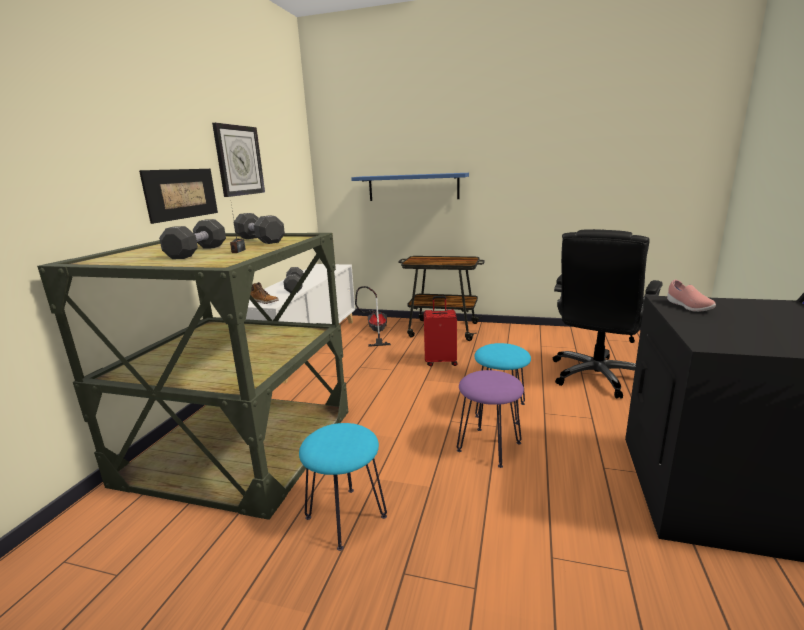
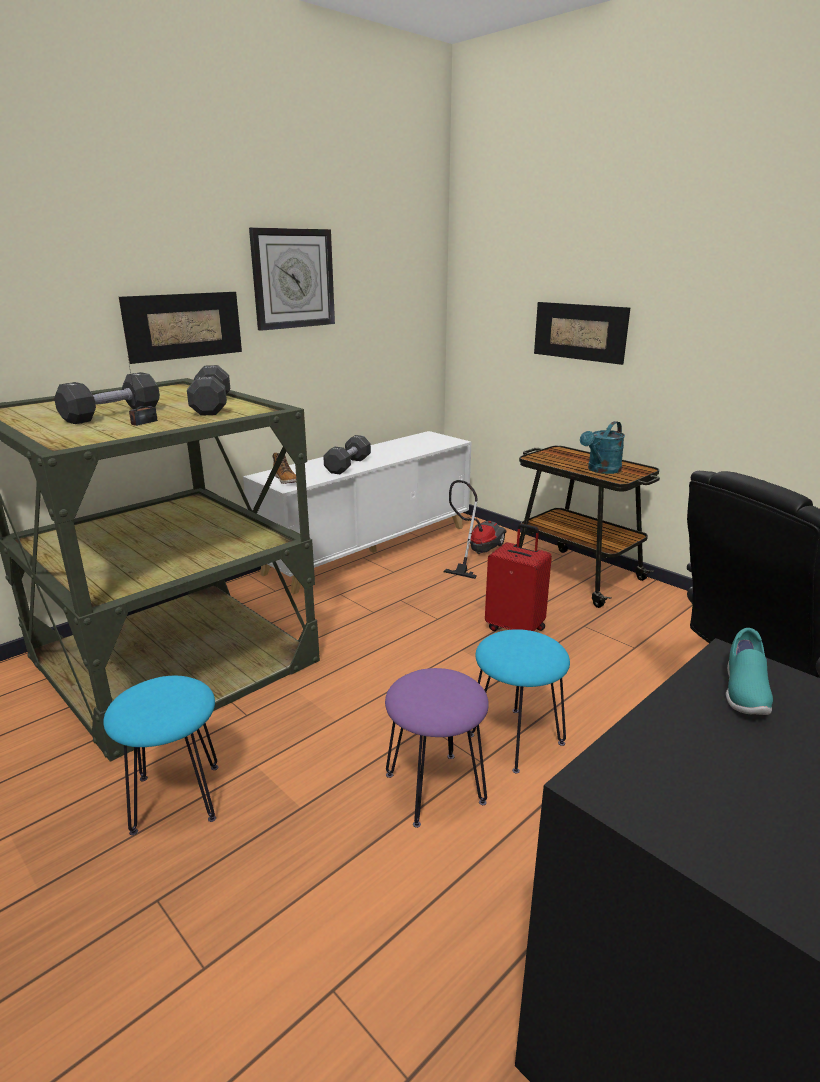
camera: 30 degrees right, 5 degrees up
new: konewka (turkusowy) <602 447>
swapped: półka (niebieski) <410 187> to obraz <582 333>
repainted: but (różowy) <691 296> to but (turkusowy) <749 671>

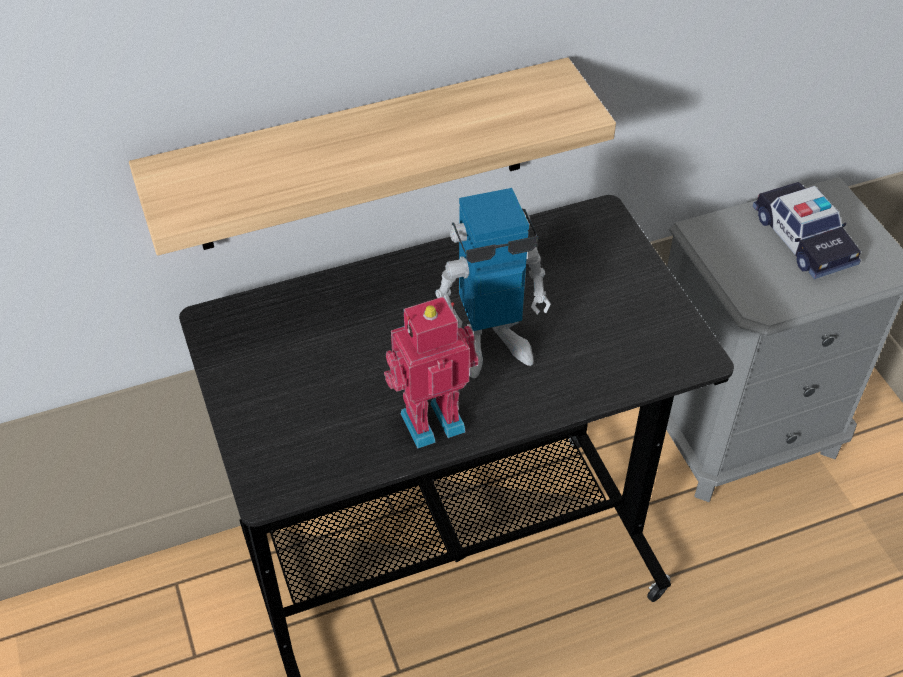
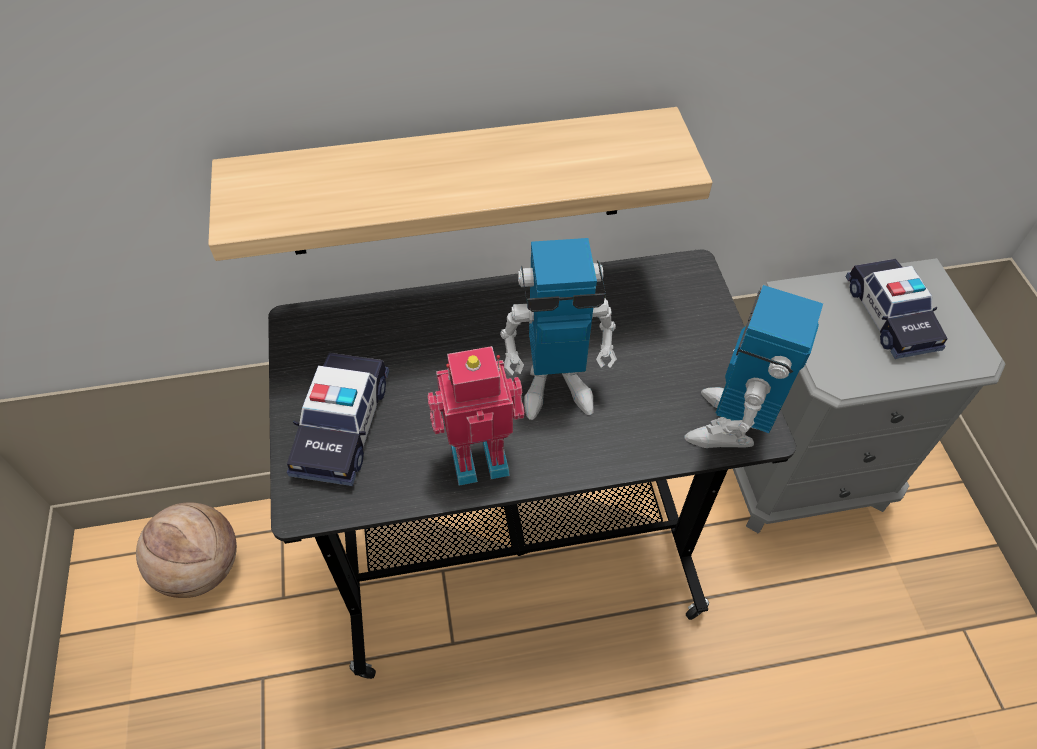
camera: 10 degrees right, 5 degrees up
new: robot zabawkowy <753 366>; samochodzik <338 419>; piłka do koszykówki <186 550>

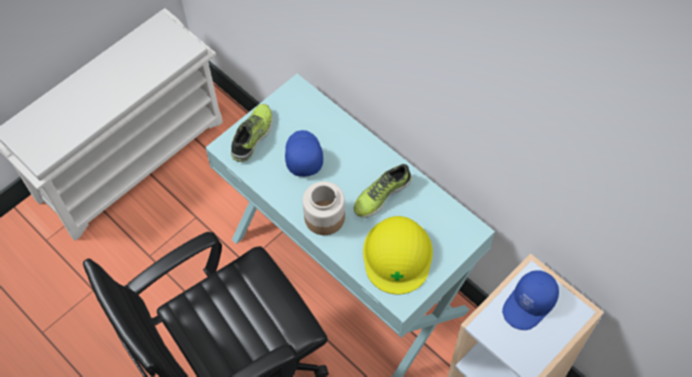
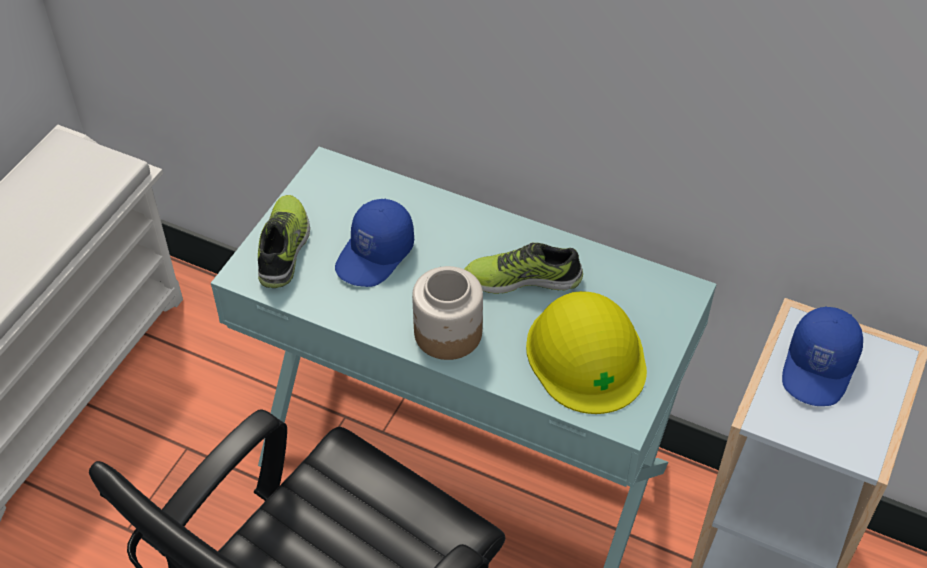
camera: 20 degrees left, 10 degrees down
rotated: czapka z daszkiem (niebieski) <304 153> = <374 243> 120 degrees counterclockwise; but <383 191> = <523 268> 60 degrees clockwise

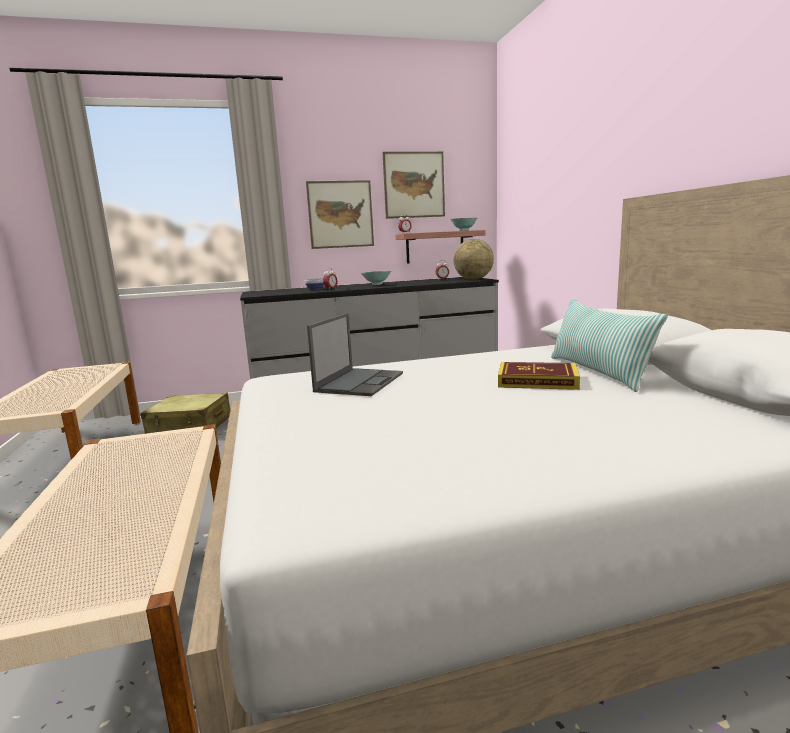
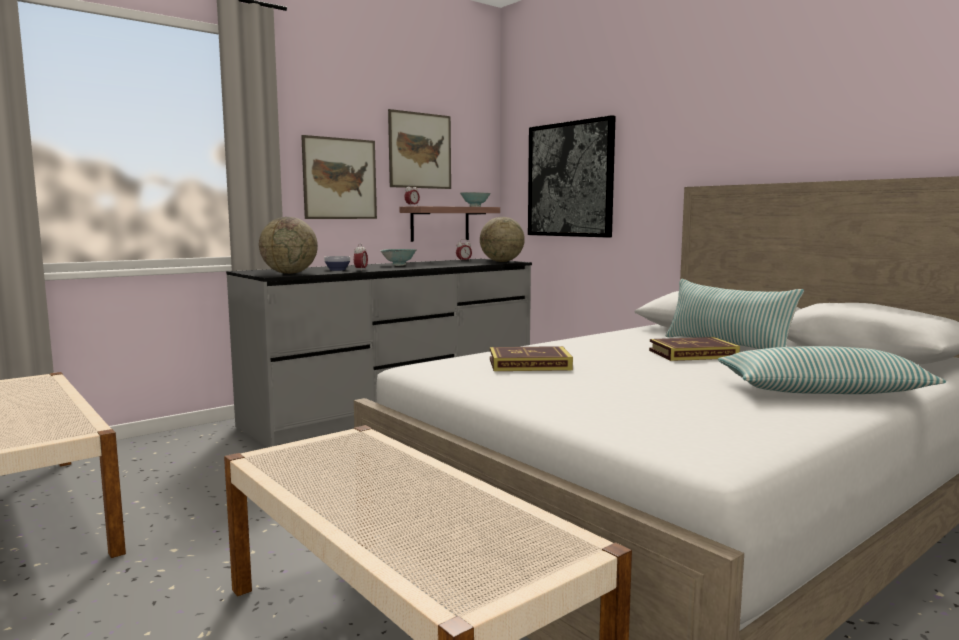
camera: 25 degrees left, 5 degrees down
gone: walizka (beżowy) <185 413>
new: obraz <572 176>; globus <288 245>; poduszka <832 370>
swapped: laptop <355 354> to książka <531 358>

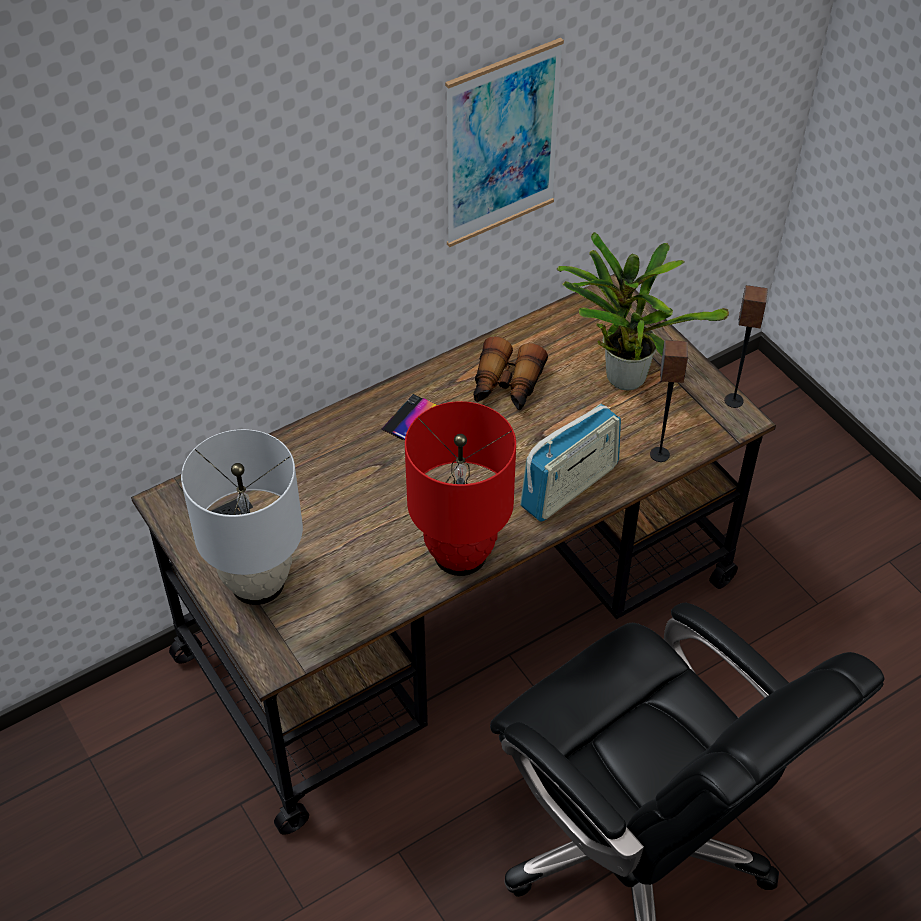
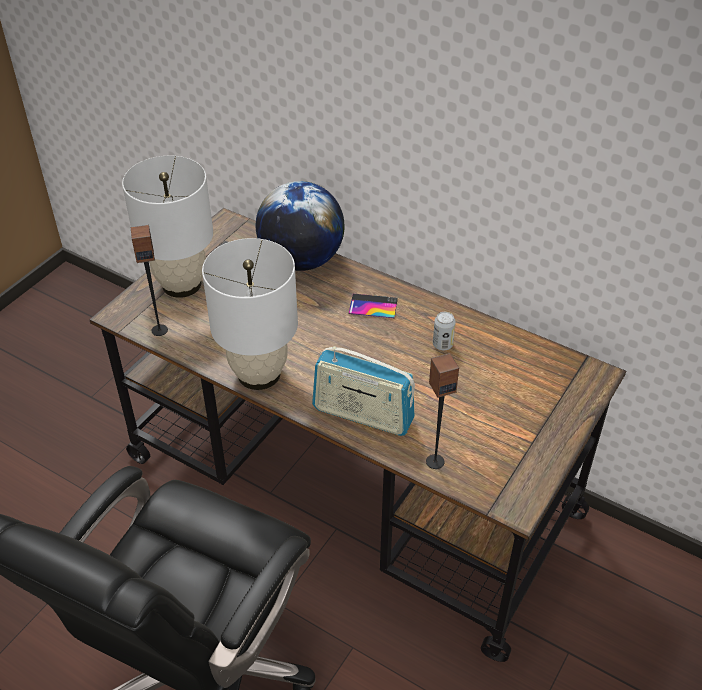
camera: 65 degrees right, 5 degrees down
gone: obraz <504 142>; roślina doniczkowa <643 311>
new: globus <300 226>
shifted: głośnik <746 346> to <149 280>
swapped: lornetka <510 373> to puszka <444 331>
repainted: lampa stołowa (czerwony) <460 488> to lampa stołowa (biały) <250 314>

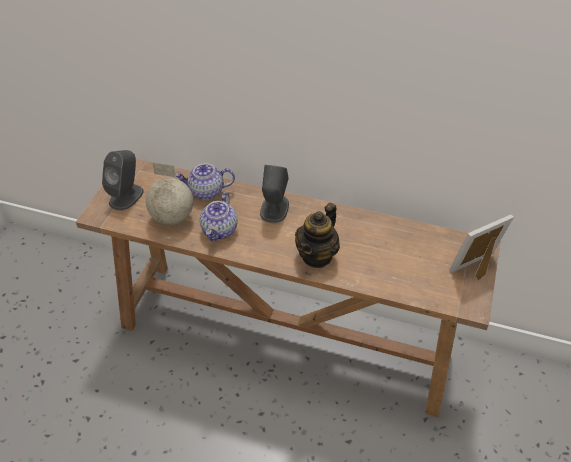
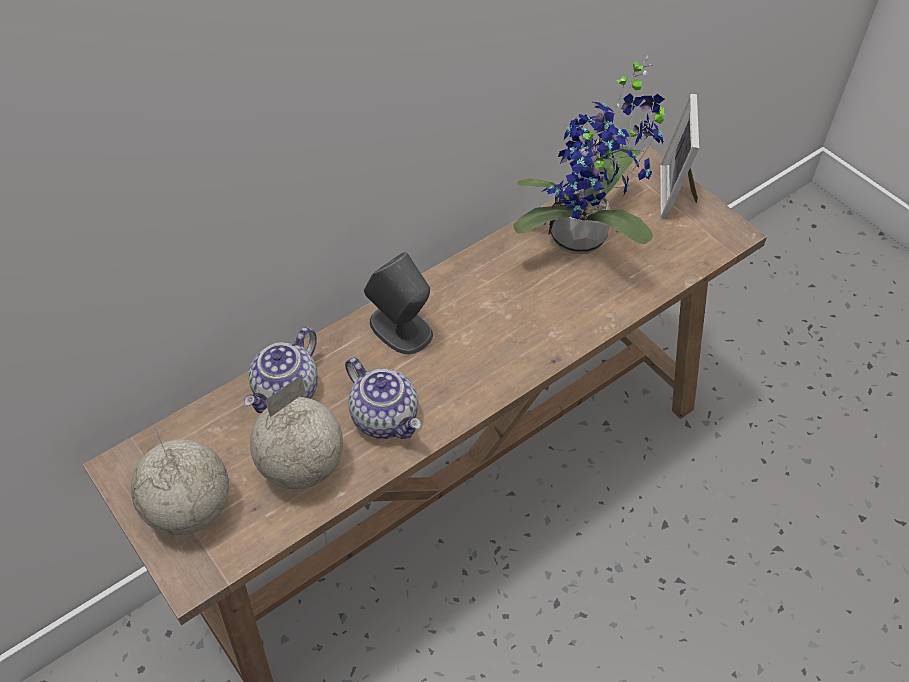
camera: 55 degrees left, 5 degrees up
gone: imbryk <317 235>
new: roślina doniczkowa <589 154>
swapped: głośnik (szary) <122 180> to globus <180 479>

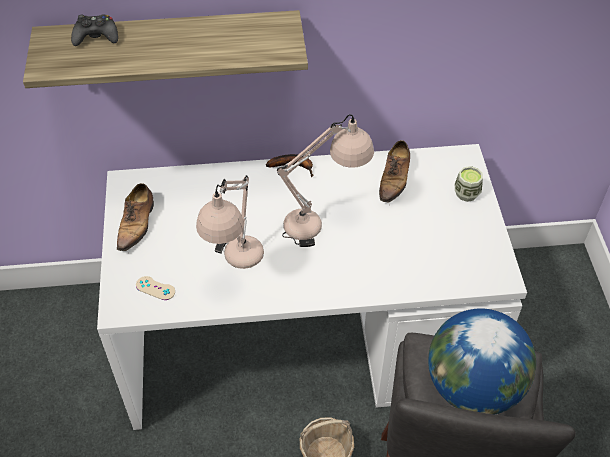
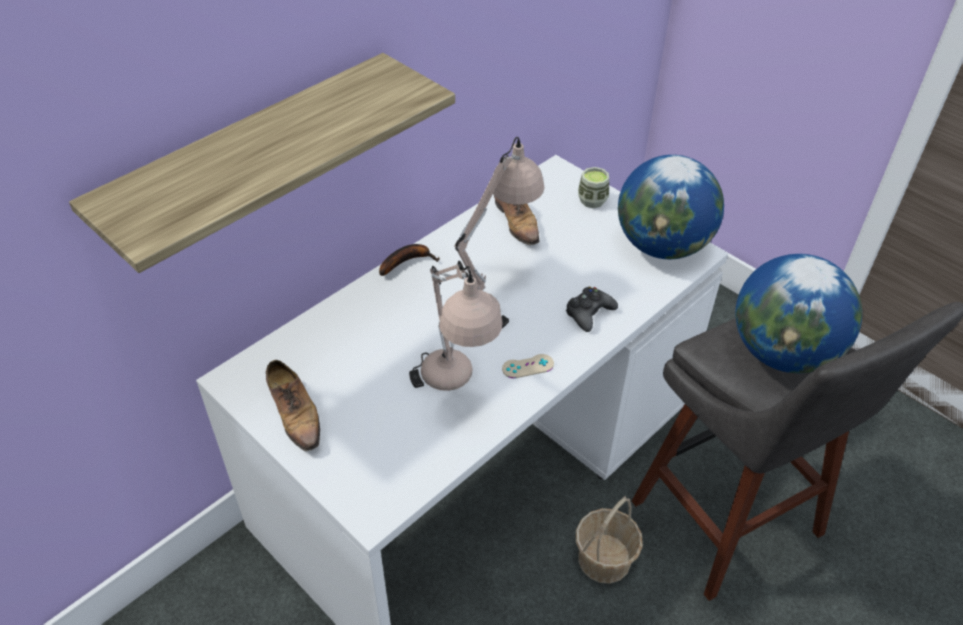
camera: 40 degrees left, 5 degrees down
new: globus <671 207>
shifted: pad do gier (czarny) <94 30> to <592 309>; pad do gier (beżowy) <155 288> to <528 366>

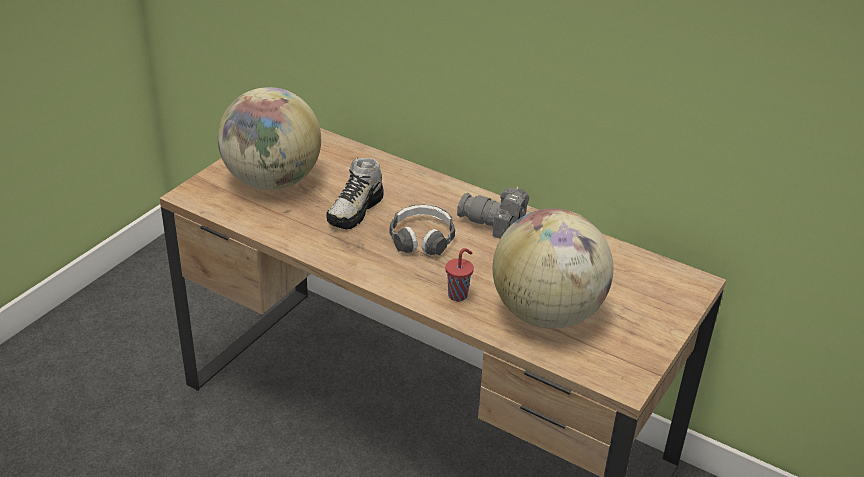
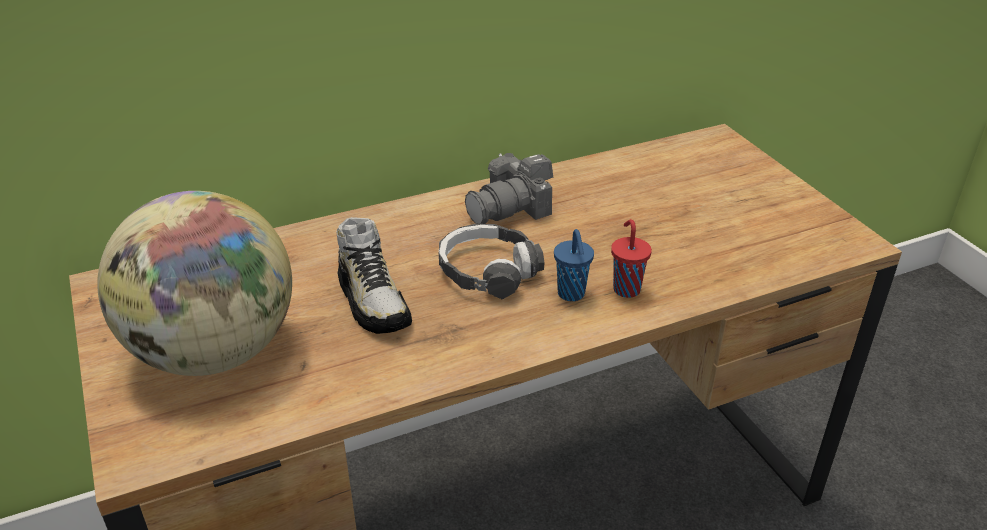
camera: 55 degrees left, 0 degrees up
gone: globus <553 268>
new: filiżanka (niebieski) <574 265>

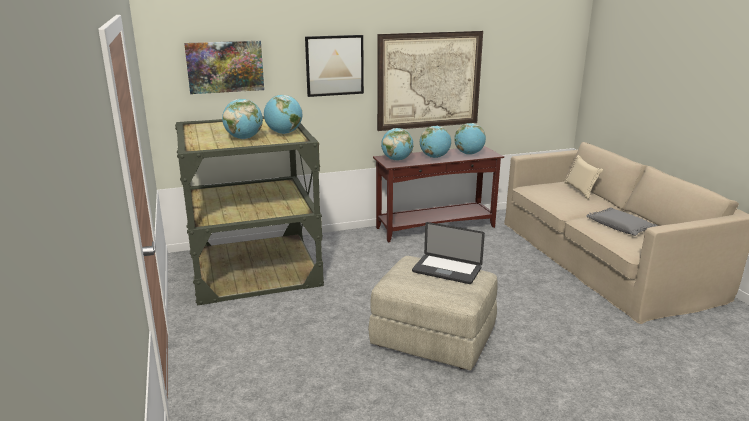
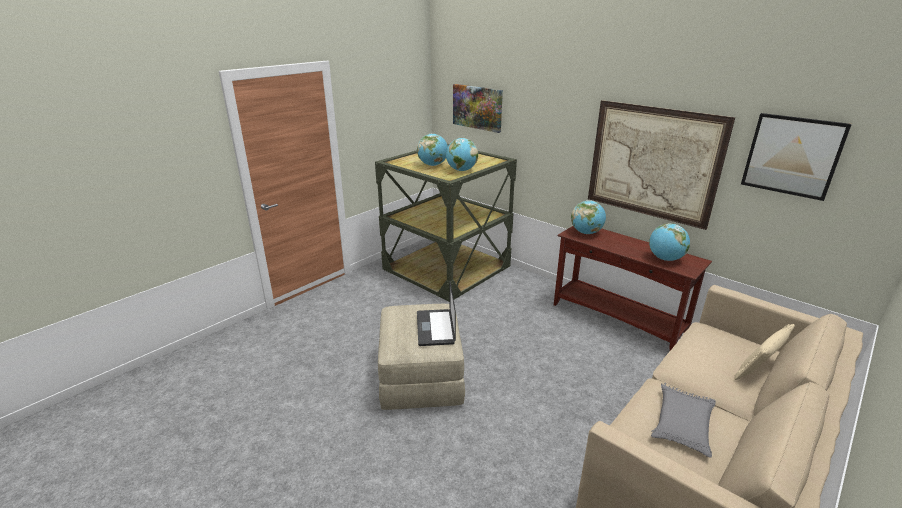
camera: 60 degrees right, 5 degrees up
gone: globus <435 142>
shifted: obraz <334 66> to <796 157>

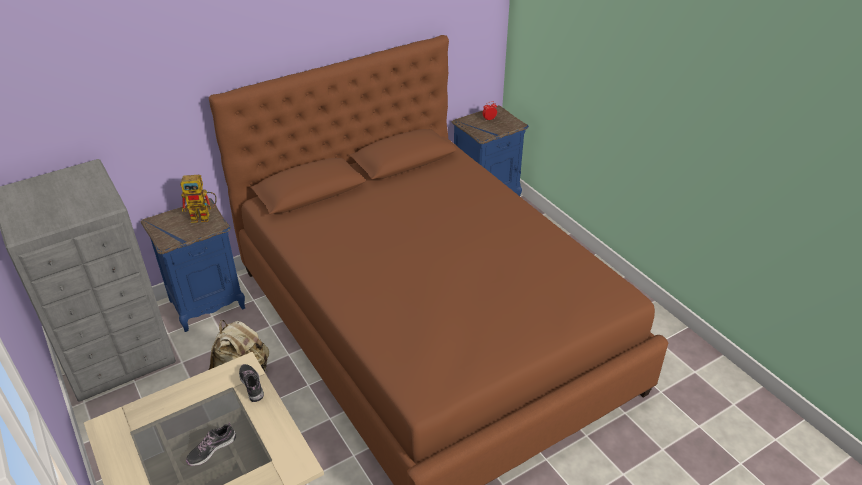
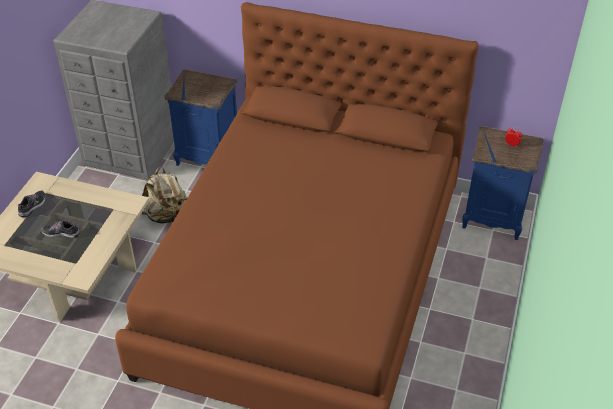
camera: 50 degrees right, 5 degrees up
gone: robot zabawkowy <198 199>
shifted: but <251 383> to <32 204>

